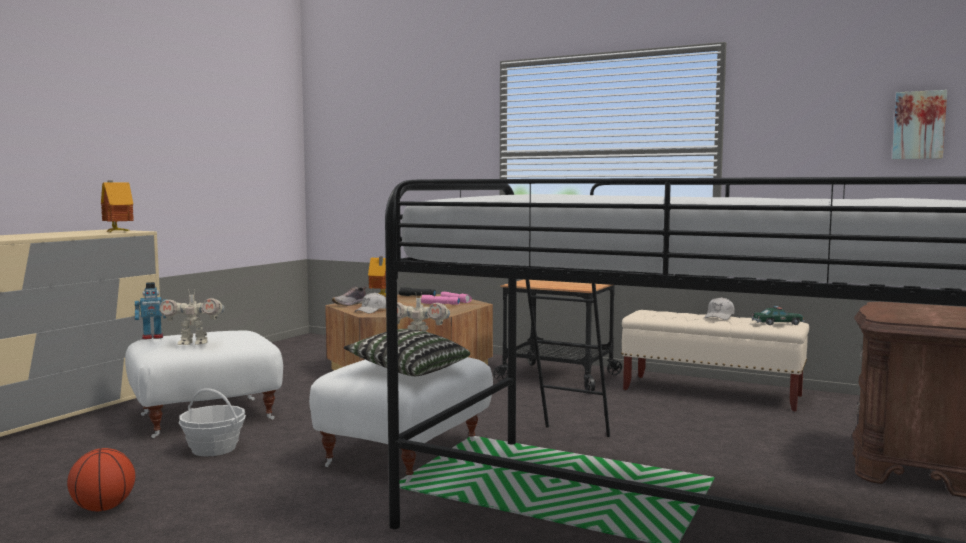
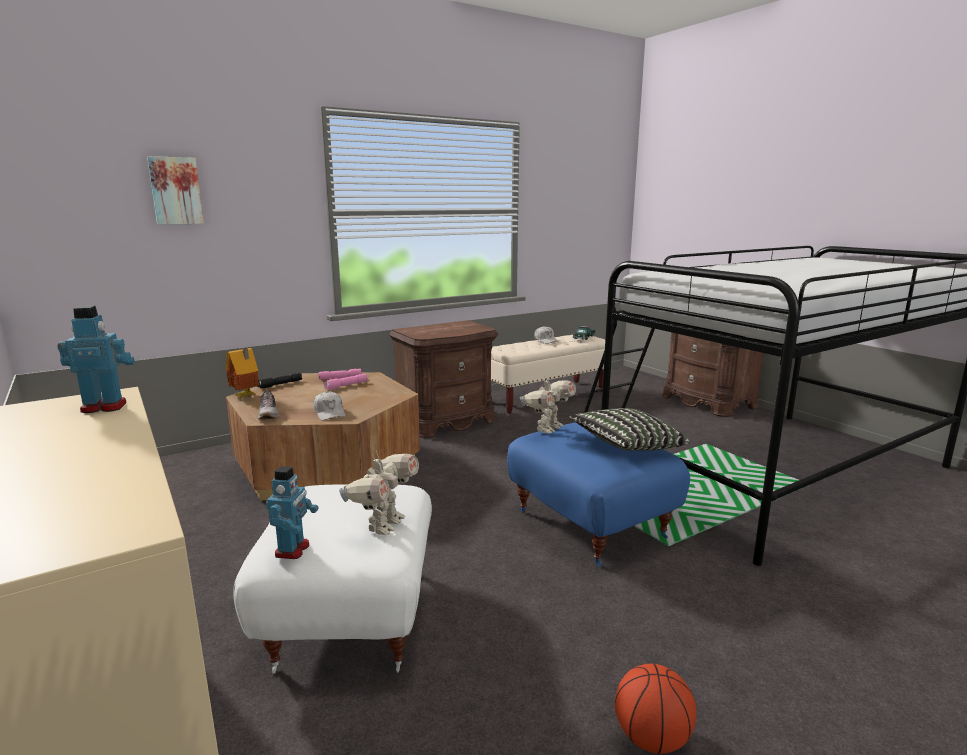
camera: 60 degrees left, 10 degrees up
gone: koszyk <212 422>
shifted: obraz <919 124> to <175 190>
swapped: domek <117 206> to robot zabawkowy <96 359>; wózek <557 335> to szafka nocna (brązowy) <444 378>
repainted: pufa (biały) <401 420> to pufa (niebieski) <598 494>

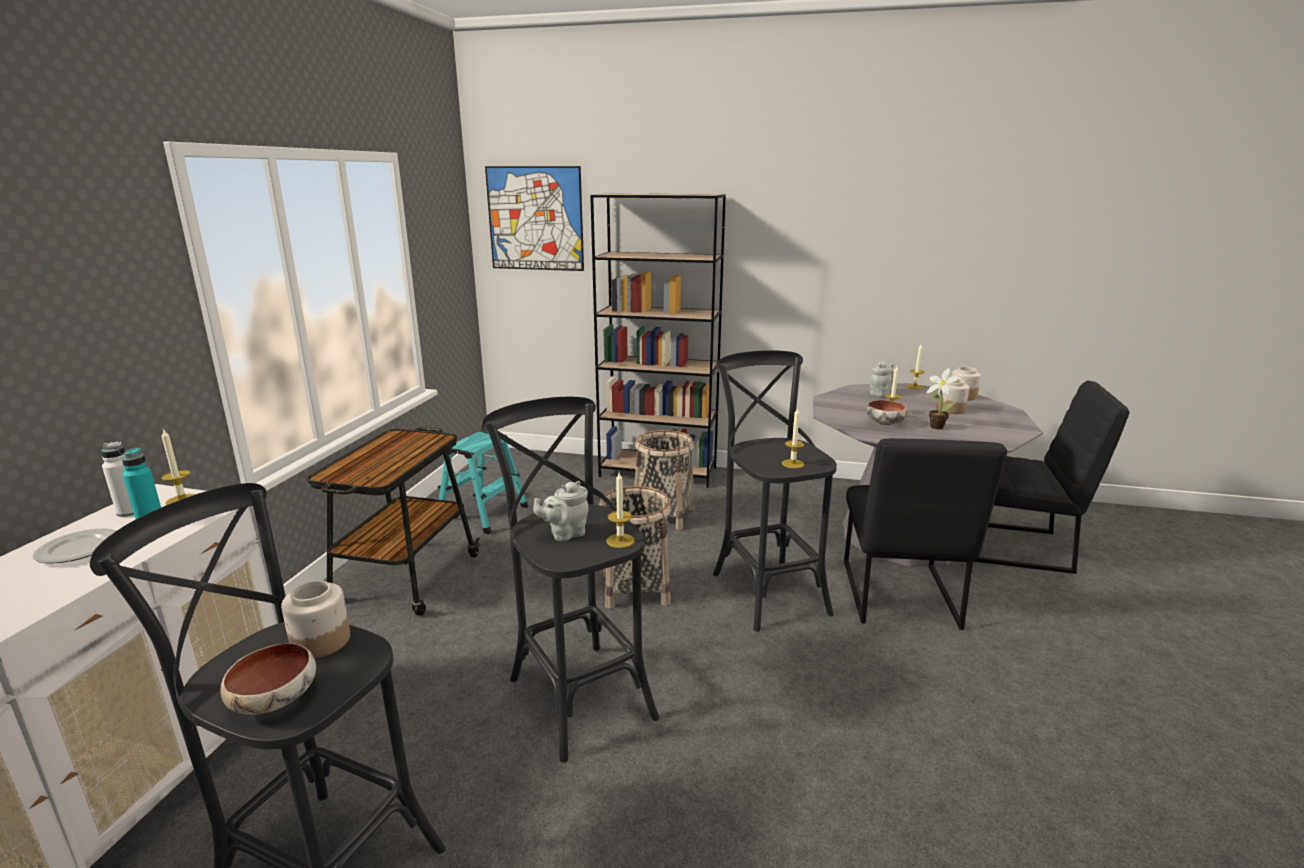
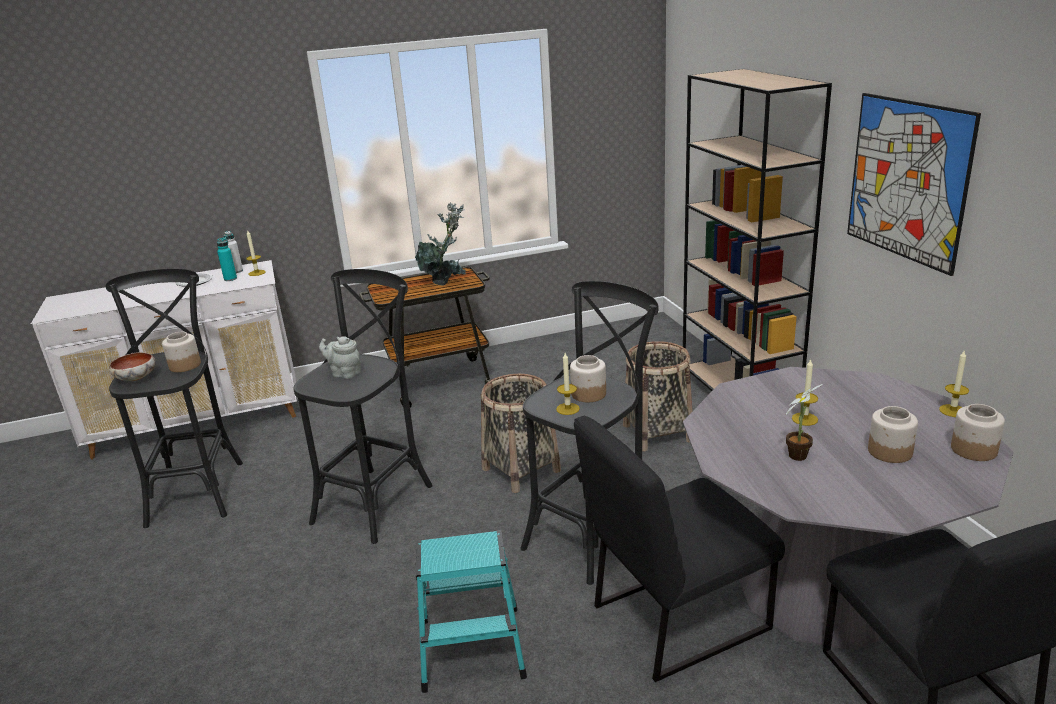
camera: 60 degrees right, 5 degrees up
gone: imbryk (szary) <882 379>; miska <886 412>; świeca <620 510>
new: roślina doniczkowa <440 243>; słoik <588 378>
shifted: obraz <534 218> to <914 184>; drabinka (turkusowy) <483 482> to <471 611>

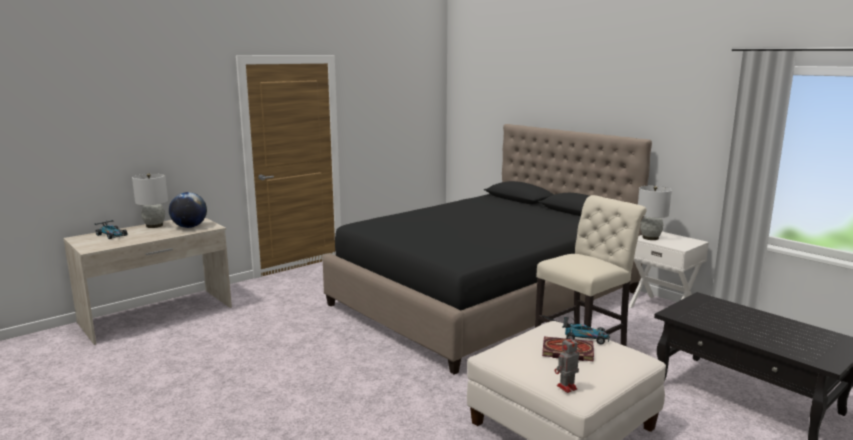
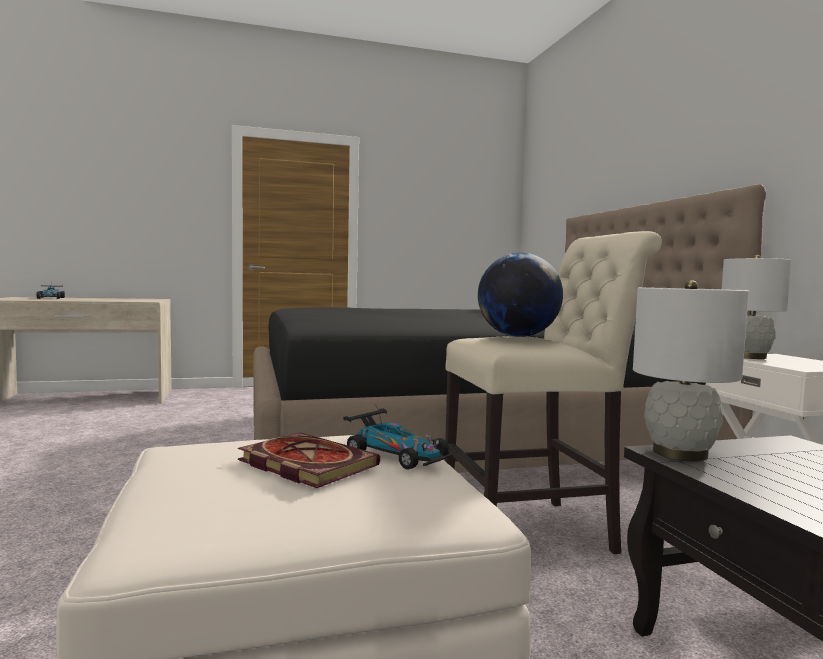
camera: 25 degrees right, 10 degrees down
gone: robot zabawkowy <567 363>
shifted: lampa stołowa (biały) <150 200> to <691 370>; globus <188 210> to <520 295>

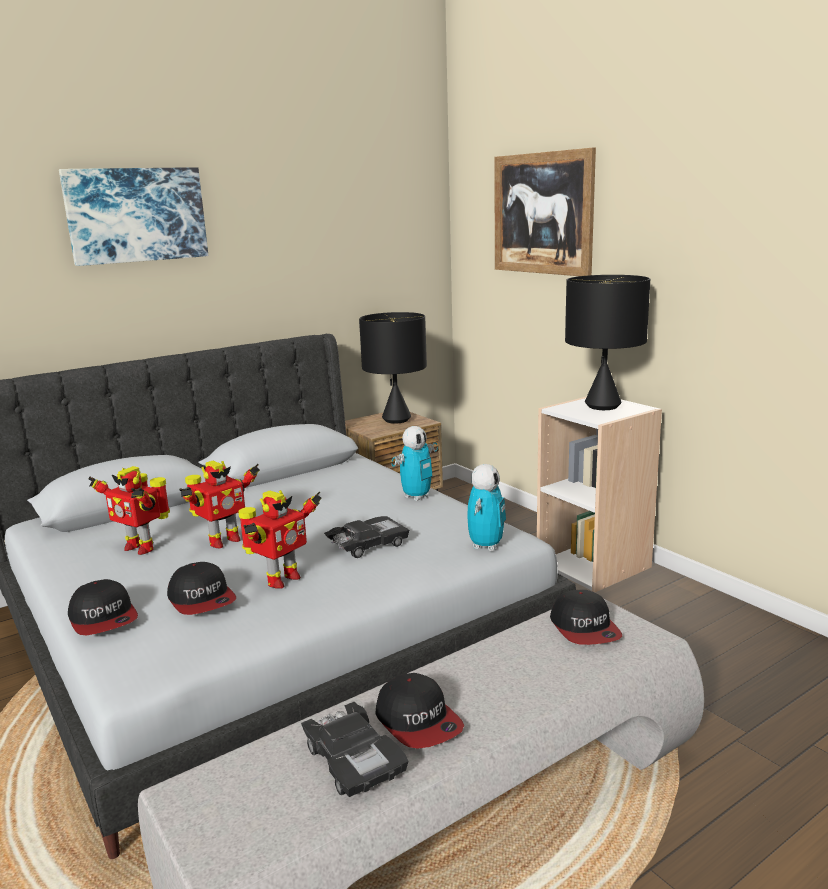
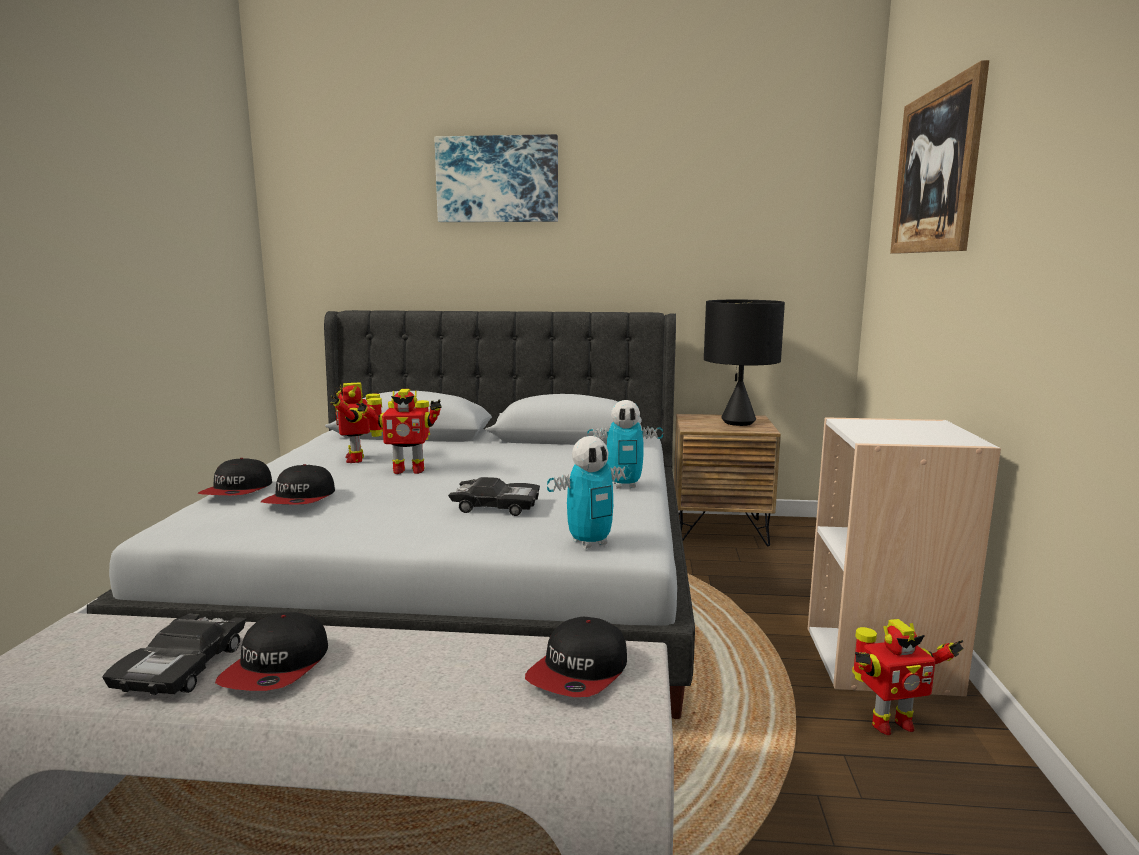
camera: 40 degrees right, 5 degrees down
gone: lampa stołowa (czarny) <607 342>
shifted: robot zabawkowy <280 539> to <907 677>

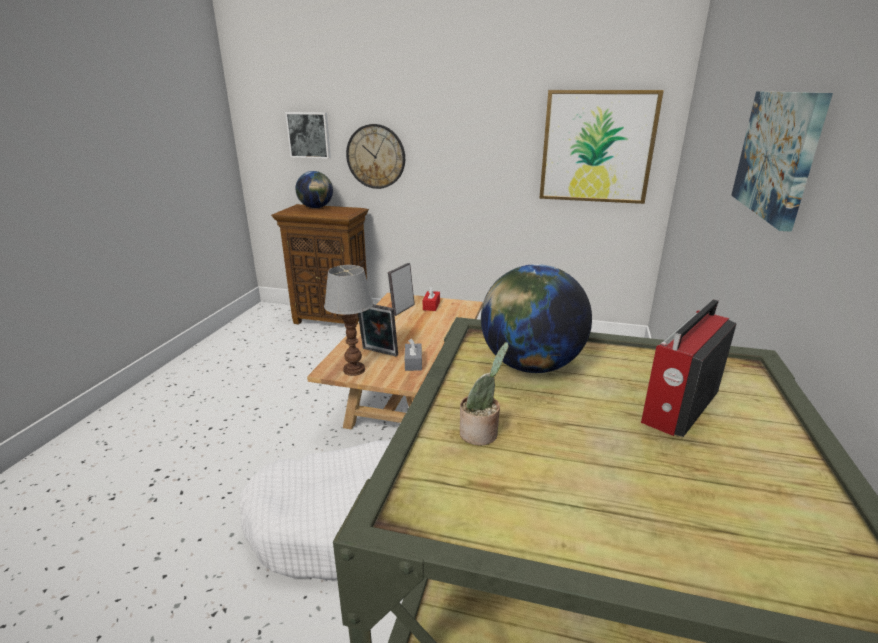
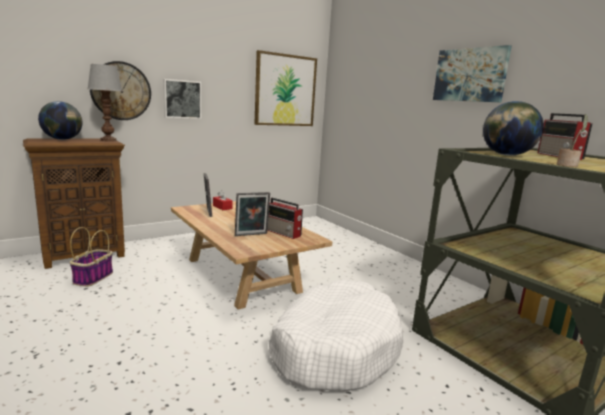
camera: 50 degrees left, 10 degrees down
new: koszyk <91 257>
shifted: obraz <308 135> to <182 99>; lampa stołowa <348 320> to <105 103>
swapped: pudełko chusteczek (szary) <413 355> to radio <285 218>

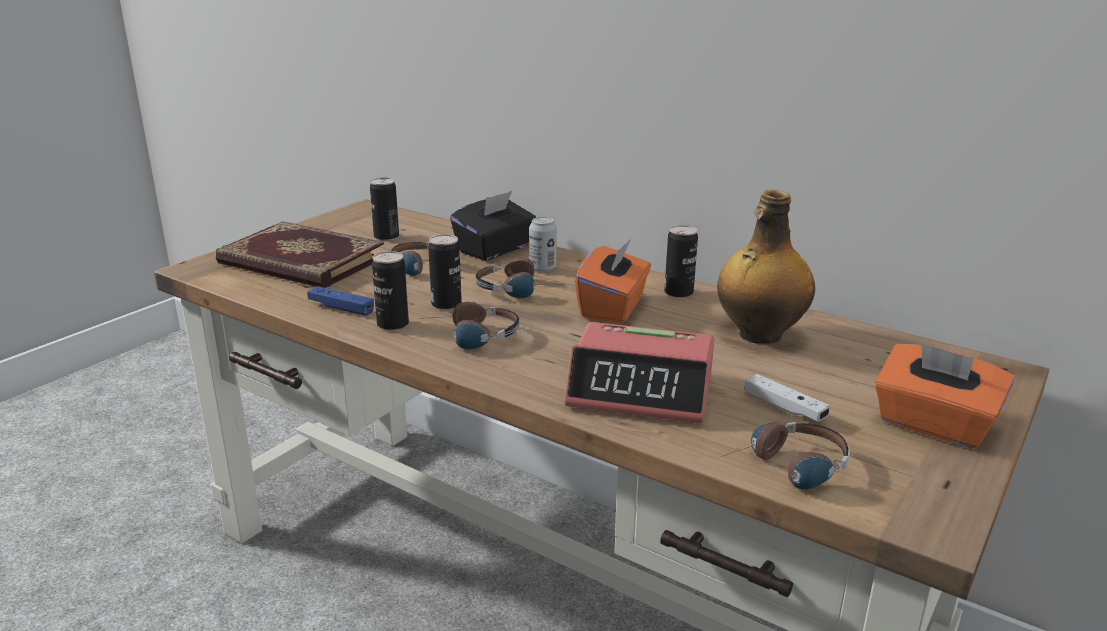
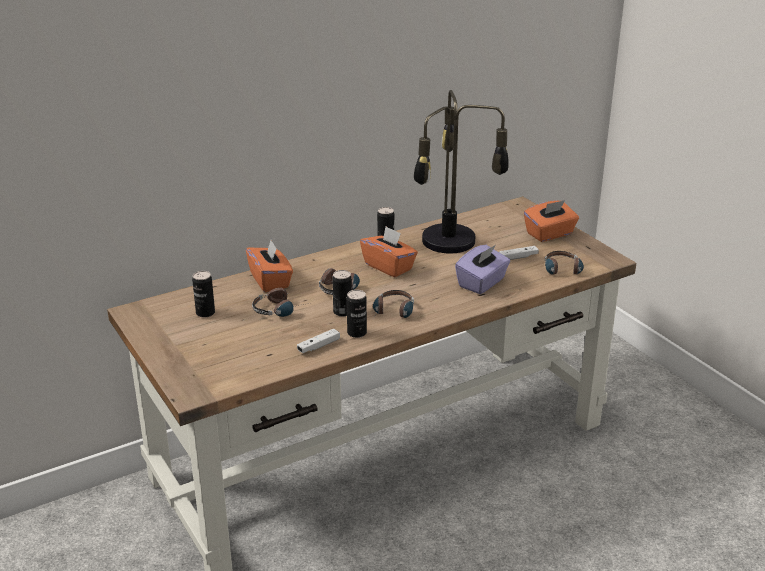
camera: 65 degrees left, 5 degrees up
gone: puszka <543 244>; książka <300 254>
swapped: butelka <766 267> to lampa stołowa <461 171>; budzik <639 372> to pudełko chusteczek (fioletowy) <482 269>
repainted: pudełko chusteczek (czarny) <493 226> to pudełko chusteczek (pomarańczowy) <269 266>; pad do gier (niebieski) <340 301> to pad do gier (biały) <318 340>

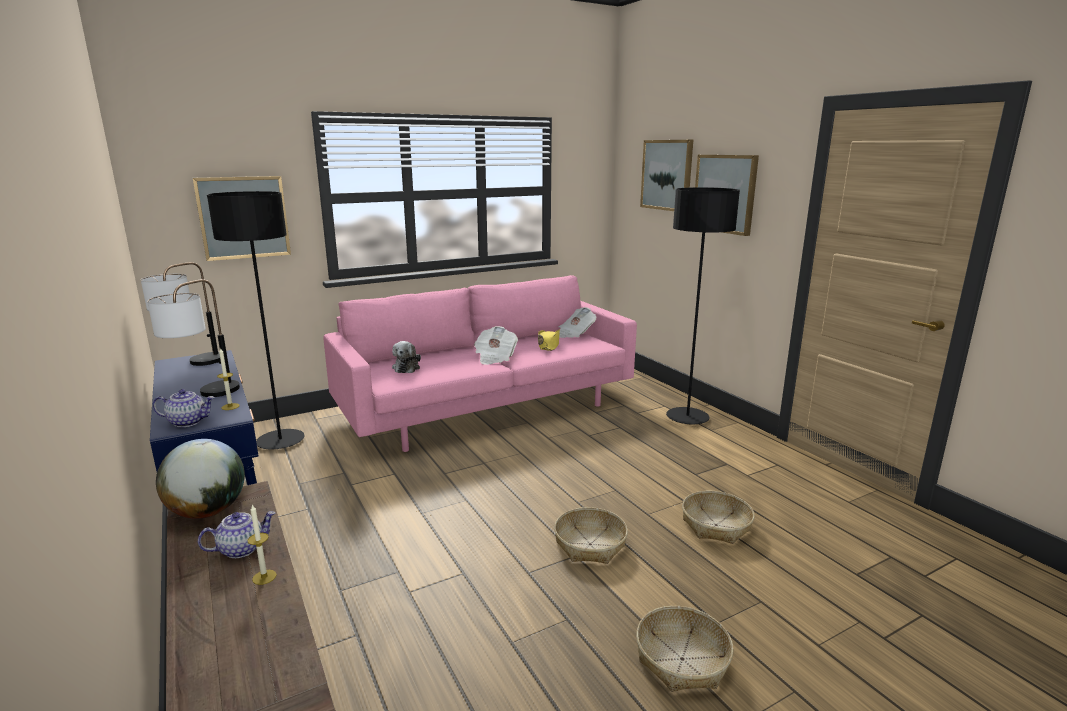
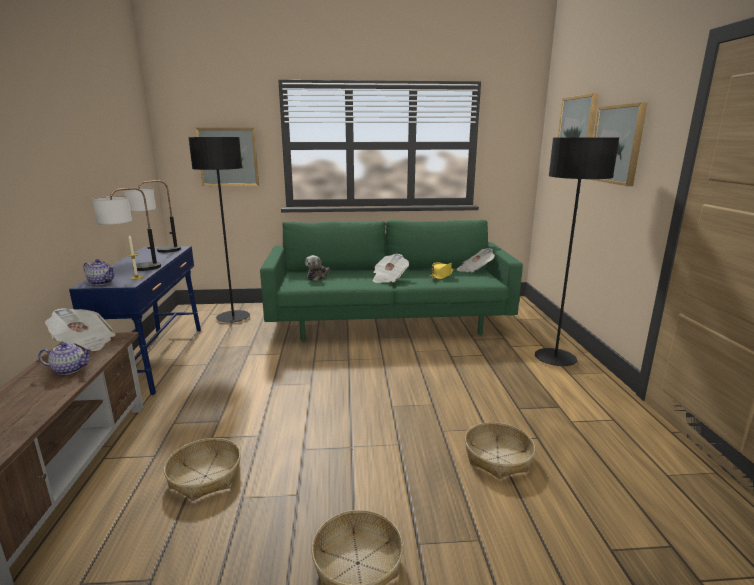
camera: 25 degrees right, 0 degrees up
gone: świeca <262 544>
shifted: koszyk <591 535> to <202 469>
swapped: globus <200 479> to gazeta <80 329>
repainted: kanapa (różowy) <480 363> to kanapa (zielony) <391 280>

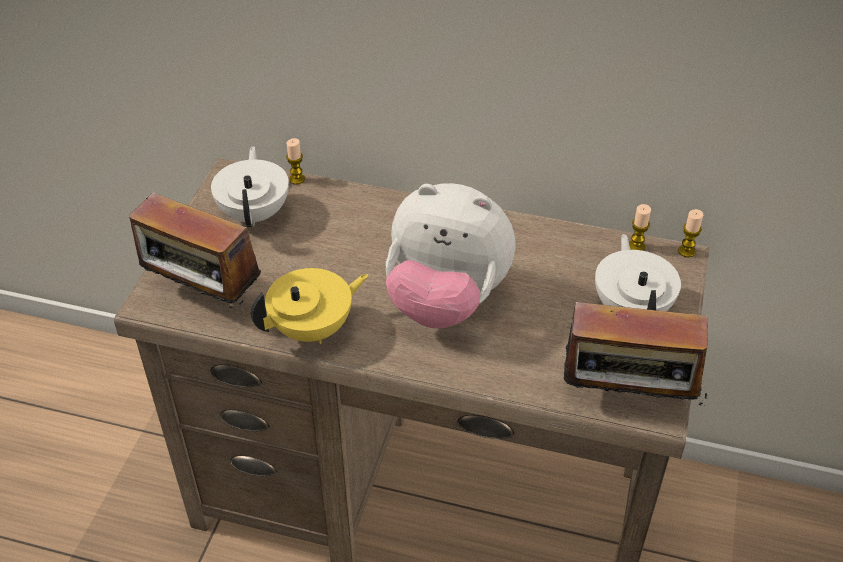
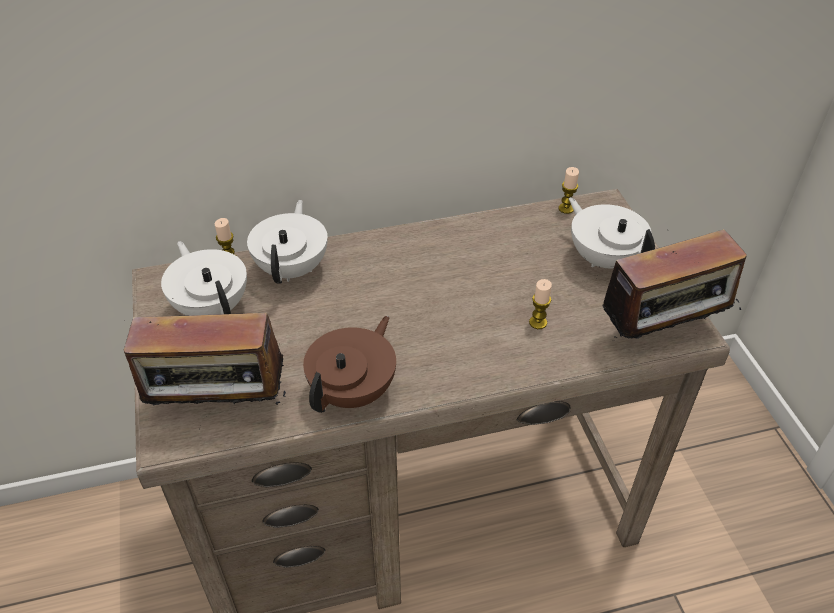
camera: 30 degrees left, 0 degrees up
gone: pluszak <451 256>
new: imbryk (biały) <287 242>
shifted: świeca <690 233> to <540 304>
repainted: imbryk (żółty) <310 306> to imbryk (brązowy) <349 364>

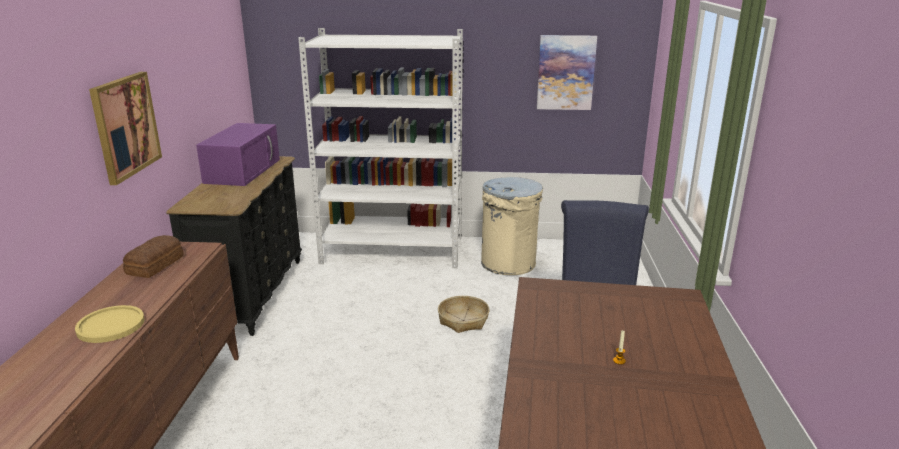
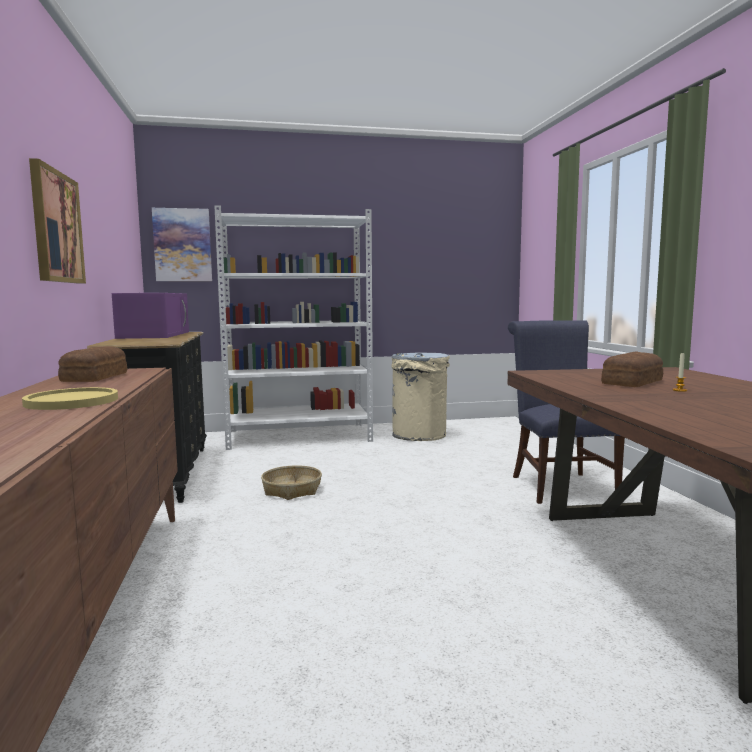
camera: 15 degrees left, 15 degrees down
new: chleb <632 369>
shifted: obraz <567 72> to <182 244>; koszyk <464 314> to <291 482>

